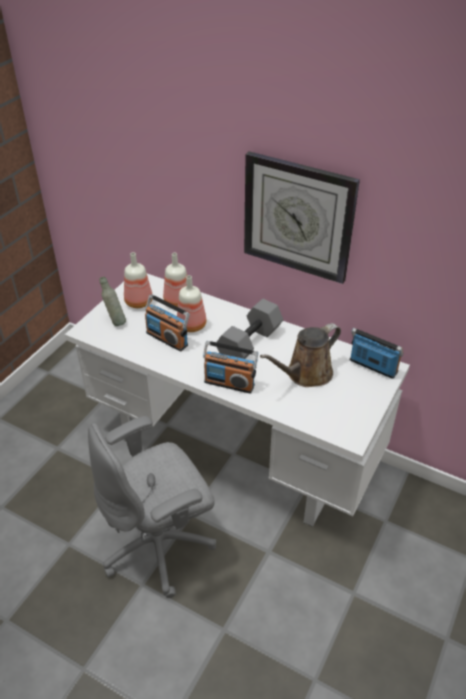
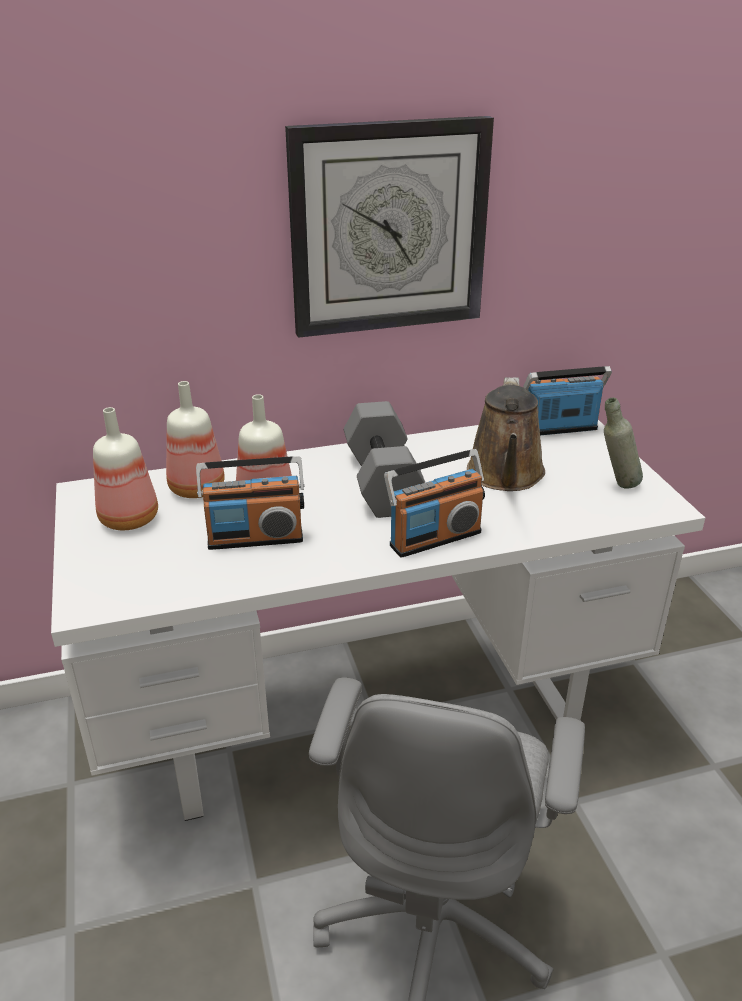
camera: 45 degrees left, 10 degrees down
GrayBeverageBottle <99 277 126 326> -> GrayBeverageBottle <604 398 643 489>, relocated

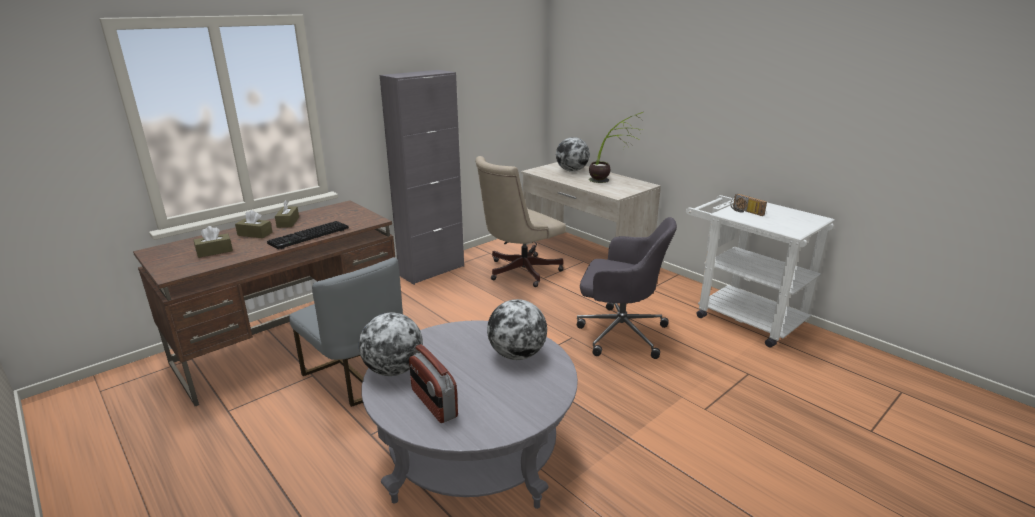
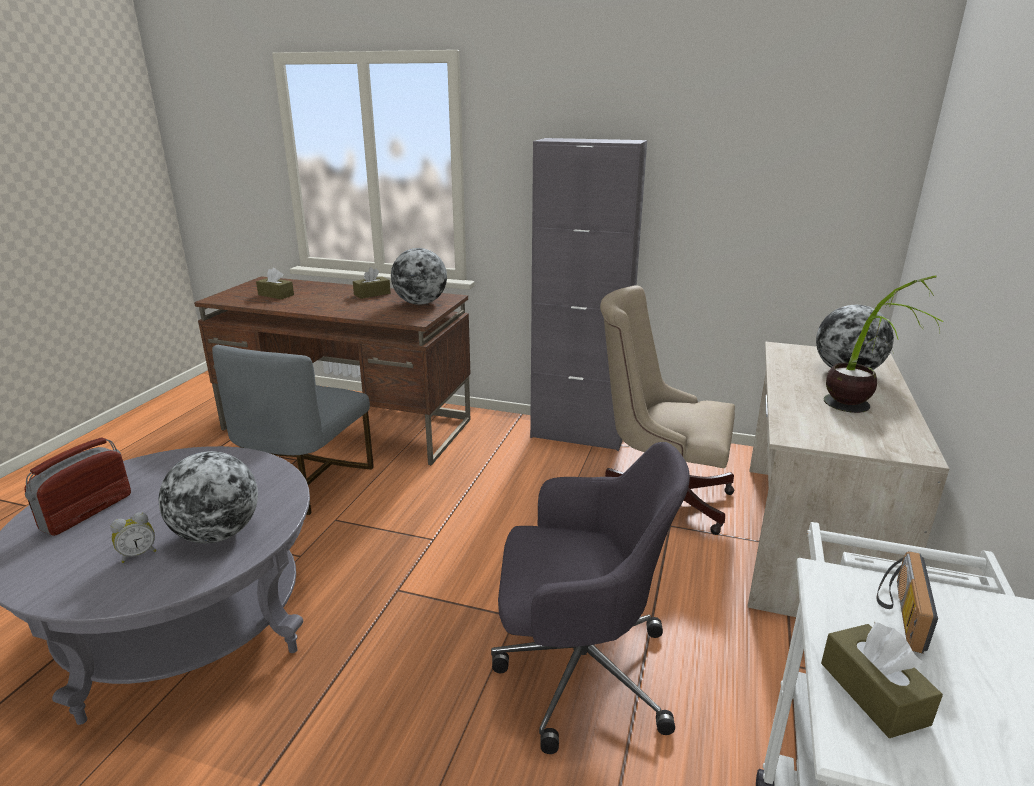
camera: 60 degrees right, 0 degrees up
BrownTissueBox <235 210 272 238> -> BrownTissueBox <821 621 943 738>, relocated
ComputerKeyboard <267 221 349 249> -> none
Globe <359 312 423 376> -> Globe <391 248 447 305>, relocated
GrayComputerChair <577 217 677 359> -> GrayComputerChair <491 442 690 754>, 75 degrees counterclockwise
none -> BedsideClock <110 512 156 563>

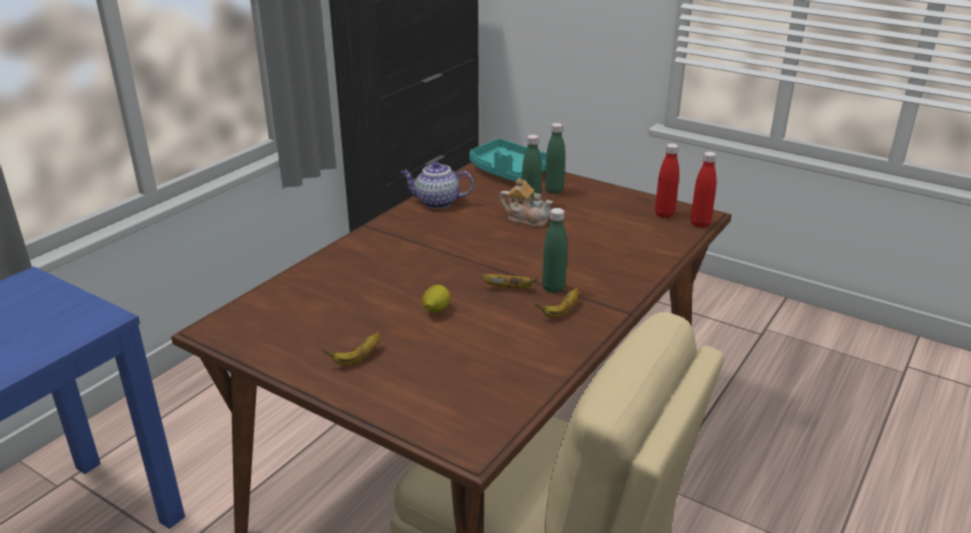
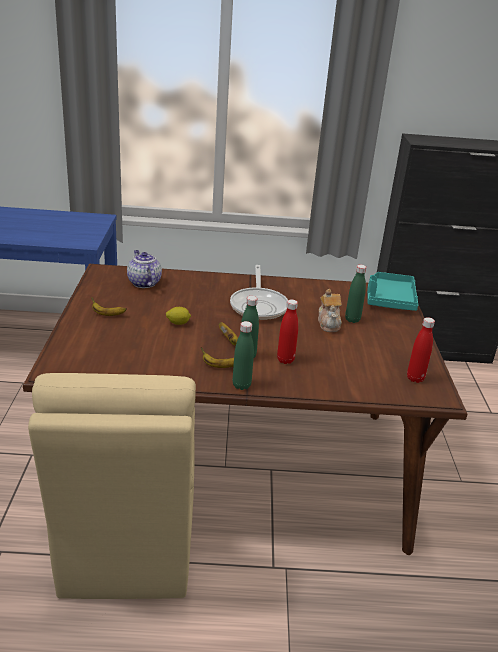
camera: 55 degrees right, 0 degrees up
TeaPot <401 162 474 209> -> TeaPot <127 250 162 288>, relocated
GreenBeverageBottle <545 123 565 194> -> GreenBeverageBottle <233 321 254 390>, relocated
RedColouredBeverageBottle <691 152 717 228> -> RedColouredBeverageBottle <277 299 298 364>, relocated
none -> FryingPan <230 265 288 320>

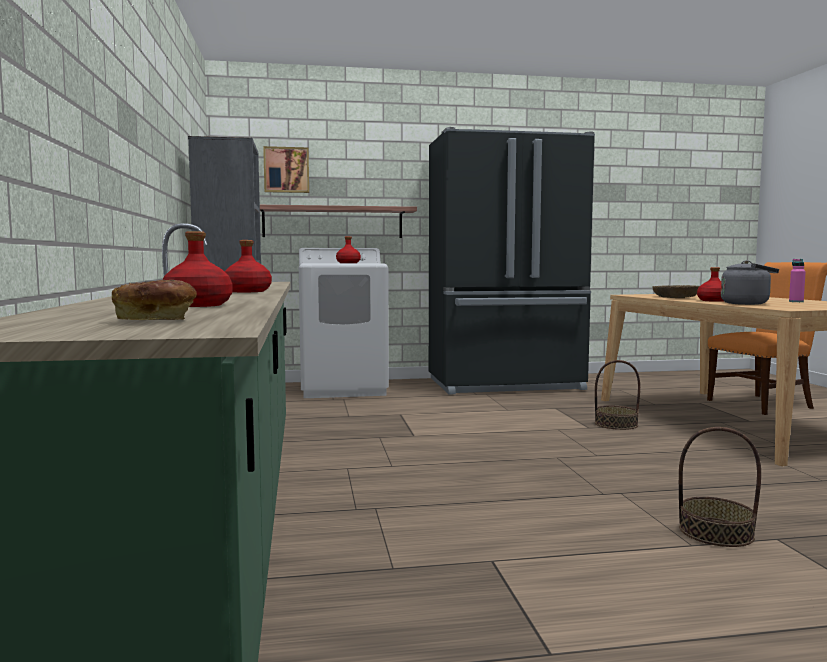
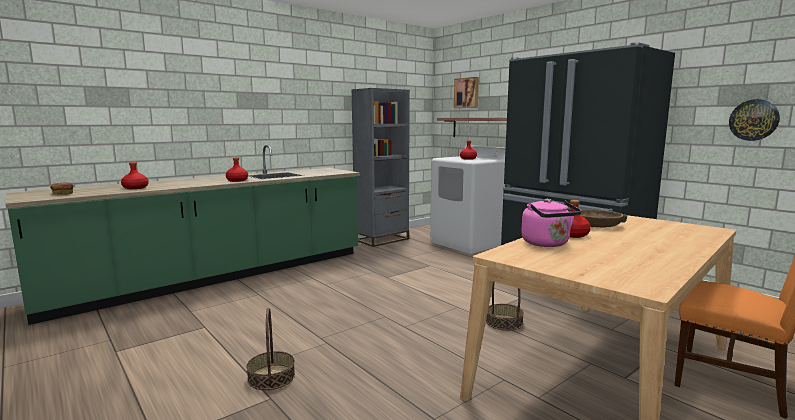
camera: 60 degrees right, 5 degrees up
GrayWaterKettle <721 260 779 305> -> PinkColouredWaterKettle <521 199 582 247>
PinkColouredBeverageBottle <789 259 806 302> -> none
none -> WallClock <729 99 780 141>

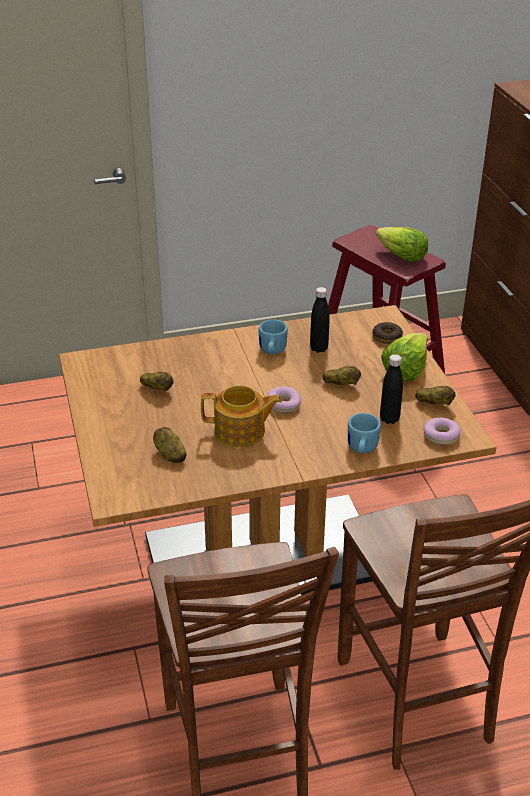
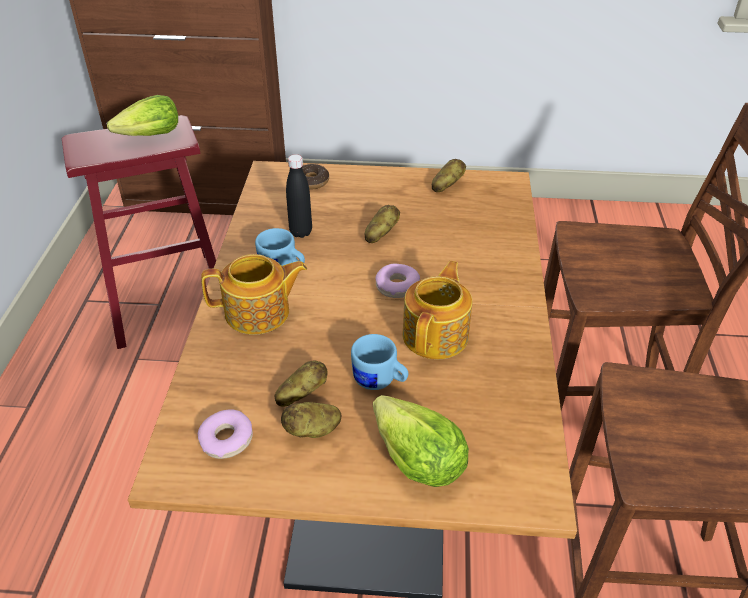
camera: 70 degrees left, 5 degrees up
WholePotato <153 427 186 463> -> WholePotato <281 402 342 438>, relocated
BlueTeaMug <348 413 381 453> -> BlueTeaMug <351 334 408 390>, relocated
BlackBeverageBottle <380 354 403 424> -> none
HeadOfLettuce <381 333 428 381> -> HeadOfLettuce <373 395 469 487>, relocated
RingDoughnut <424 417 461 445> -> RingDoughnut <198 409 253 459>, relocated
none -> TeaPot <201 254 307 335>

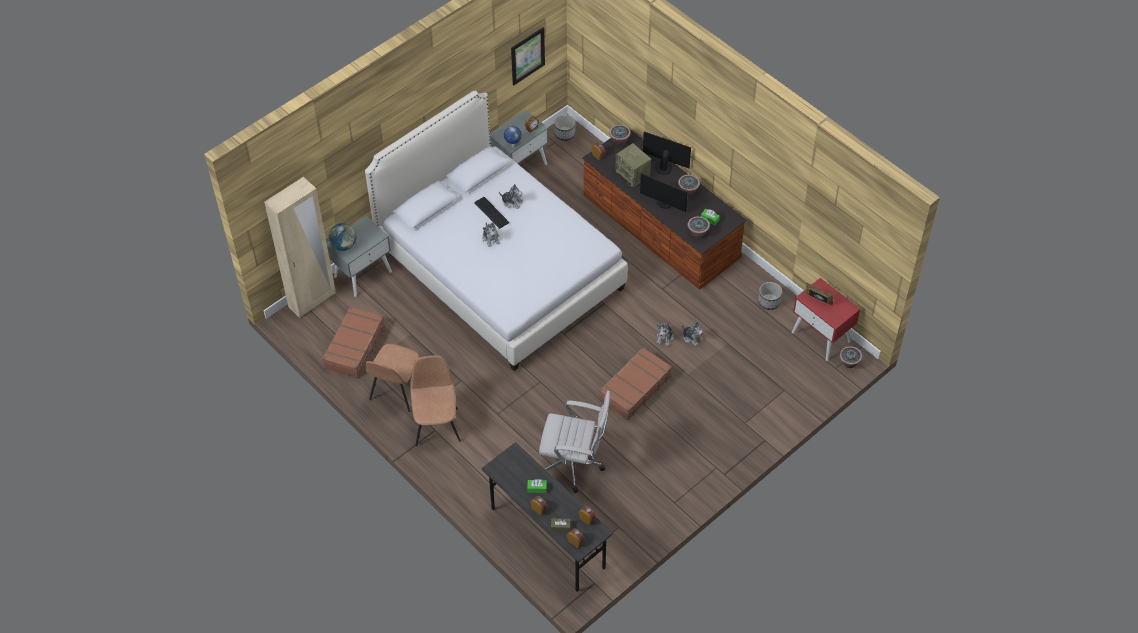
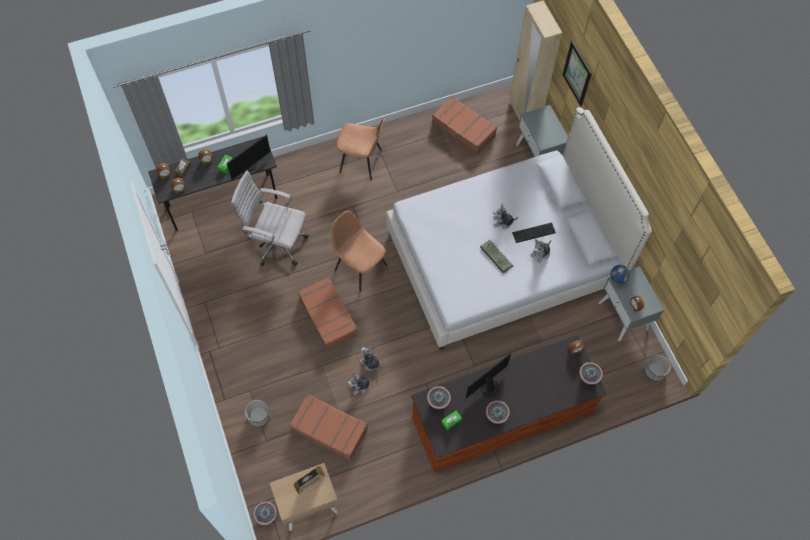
camera: 110 degrees right, 10 degrees up
Globe <329 223 357 251> -> none
BrownPlainChair <365 344 419 412> -> BrownPlainChair <331 210 387 292>, relocated
Picture <511 27 545 85> -> Picture <563 41 592 106>, relocated
WhitishComputerChair <539 391 610 493> -> WhitishComputerChair <231 170 309 266>, 75 degrees clockwise
Radio <615 143 651 187> -> none
ComputerScreen <643 132 691 175> -> ComputerScreen <227 134 271 180>, relocated
FlowerPot <758 282 782 310> -> FlowerPot <245 400 270 427>, relocated
RedColouredNightTable <791 278 860 361> -> BeigeColouredNightTable <270 463 338 531>
none -> BrownSuitcase <289 394 368 461>
none -> ComputerKeyboard <480 240 513 273>

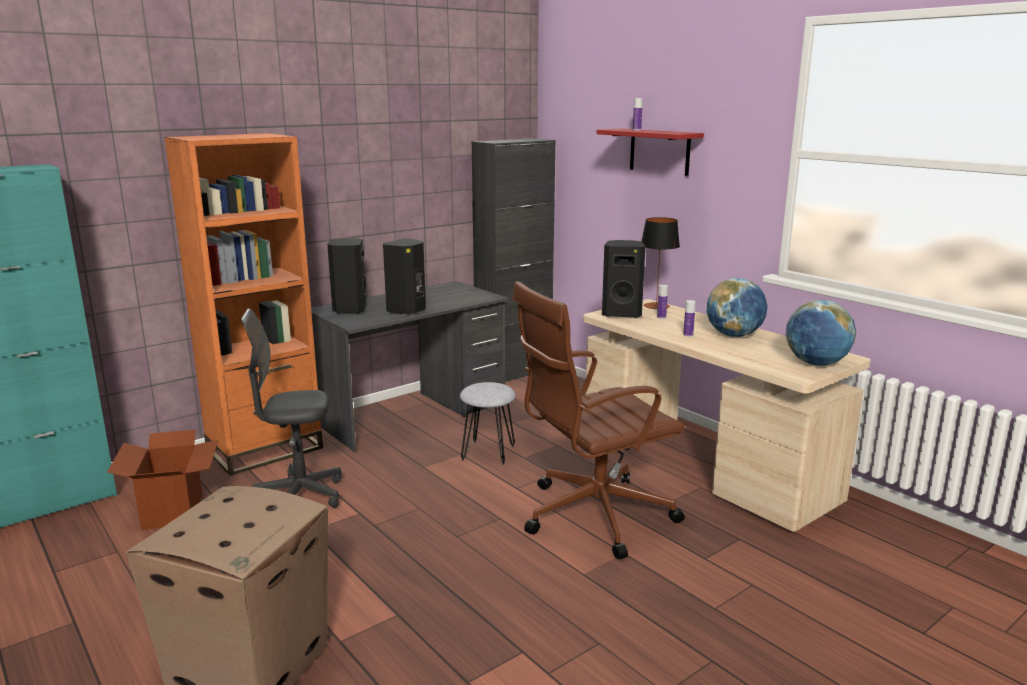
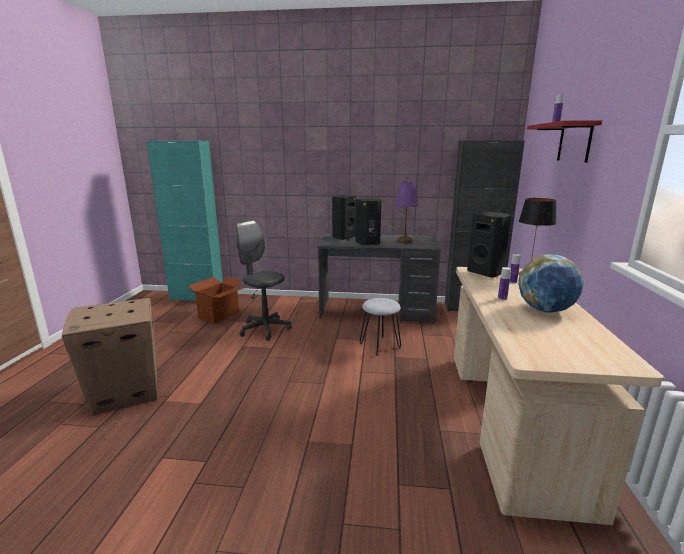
camera: 45 degrees right, 0 degrees up
OrangeyBookcase <164 133 323 476> -> none
BrownComputerChair <513 281 685 559> -> none
Globe <786 300 856 366> -> none
none -> PurpleColouredTabletopLamp <395 181 419 243>

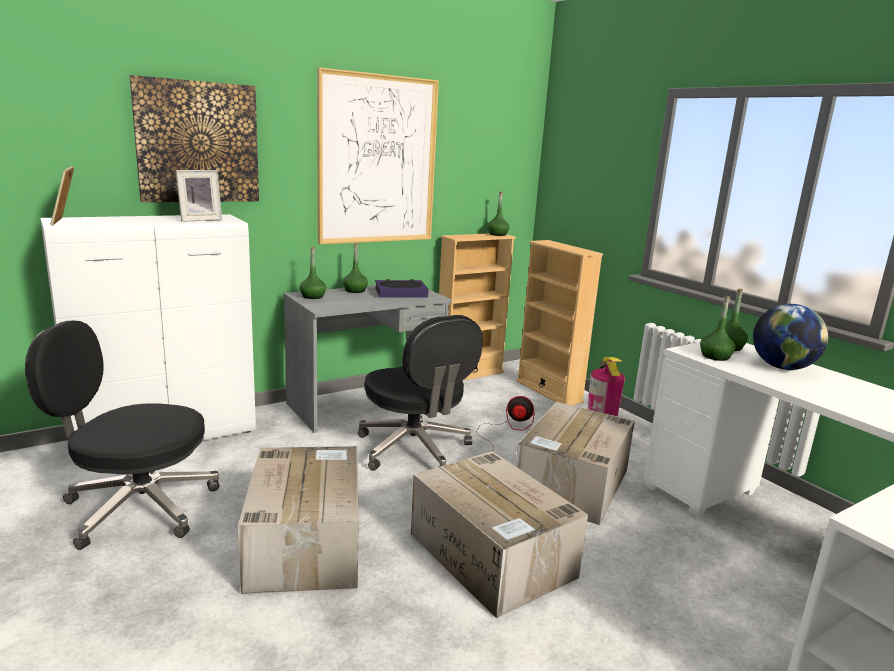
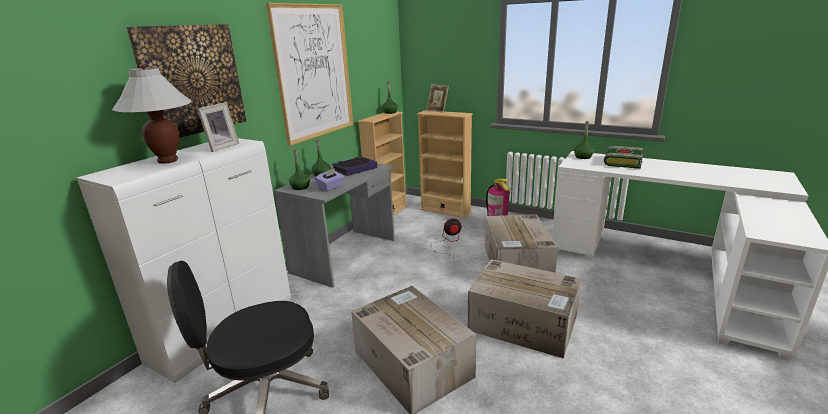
camera: 25 degrees left, 5 degrees up
PhotoFrame <50 166 74 226> -> PhotoFrame <426 84 449 113>, relocated
BlackComputerChair <358 315 483 471> -> none
GreenBeverageBottle <700 296 736 361> -> none
Globe <753 304 828 370> -> Book <604 146 643 169>
none -> WhitishTabletopLamp <112 65 192 164>
none -> PurpleColouredTissueBox <315 168 344 192>

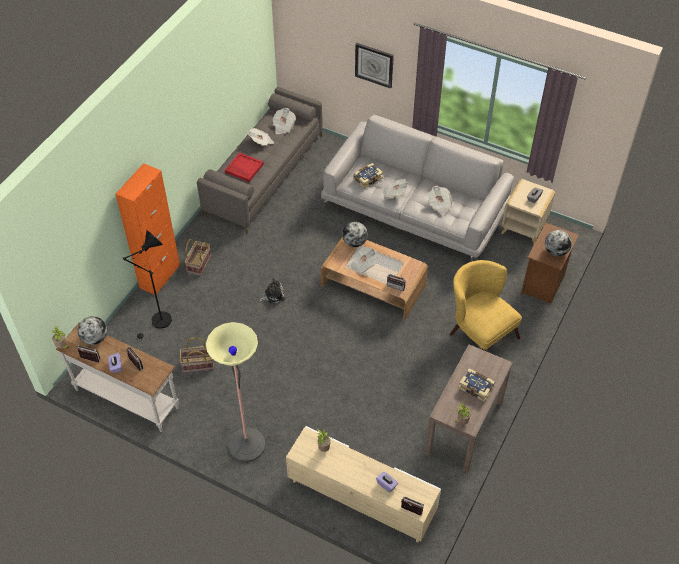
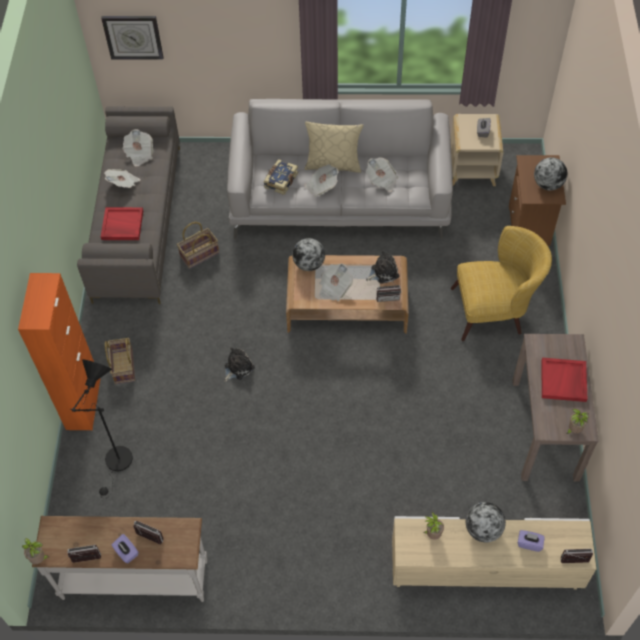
camera: 25 degrees left, 5 degrees up
Globe <78 316 107 345> -> Globe <466 502 506 542>, relocated
HouseholdBasket <180 337 214 373> -> HouseholdBasket <177 222 219 269>, relocated
FloorLamp <206 322 266 462> -> none
WallClock <355 43 394 89> -> WallClock <101 16 164 60>, relocated
YellowishLoungeChair <450 260 522 351> -> YellowishLoungeChair <451 226 552 341>, 150 degrees clockwise
Book <458 369 495 402> -> RedColouredServingTray <541 358 587 402>
none -> BeigeColouredCushion <304 121 363 173>
none -> CuddlyToy <366 250 399 284>

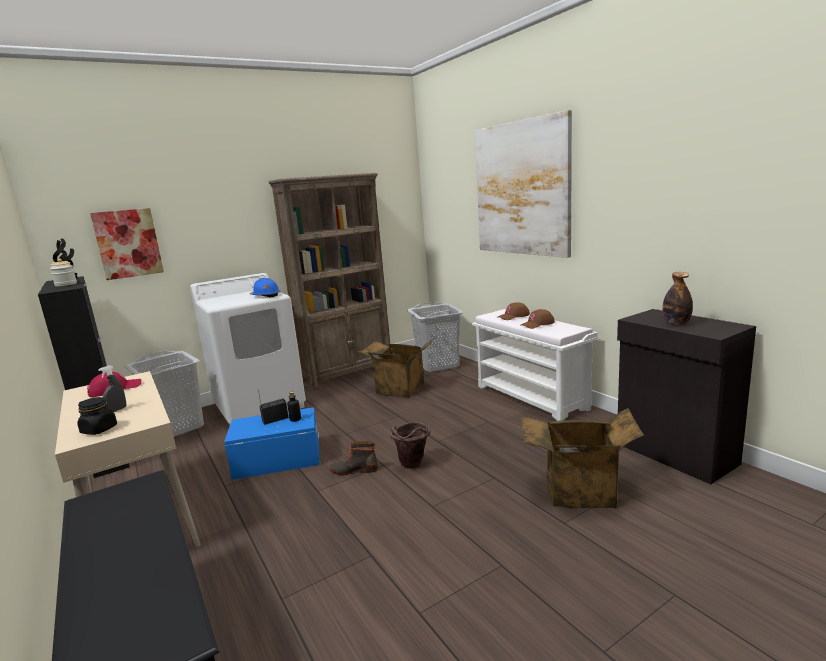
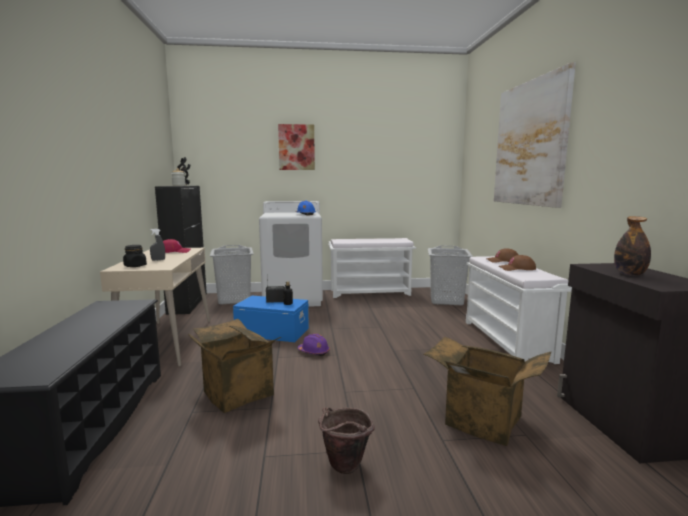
camera: 25 degrees right, 5 degrees down
Picture <90 208 164 280> -> Picture <278 124 315 170>, relocated
BrownBookcase <268 173 390 391> -> WhitishIndoorBench <329 238 416 298>
TallBoot <329 441 378 475> -> PurpleColouredHardHat <298 334 330 356>
PackingBox <358 340 433 397> -> PackingBox <188 319 281 413>, relocated
BrownPail <390 422 431 469> -> BrownPail <318 407 375 474>, relocated

